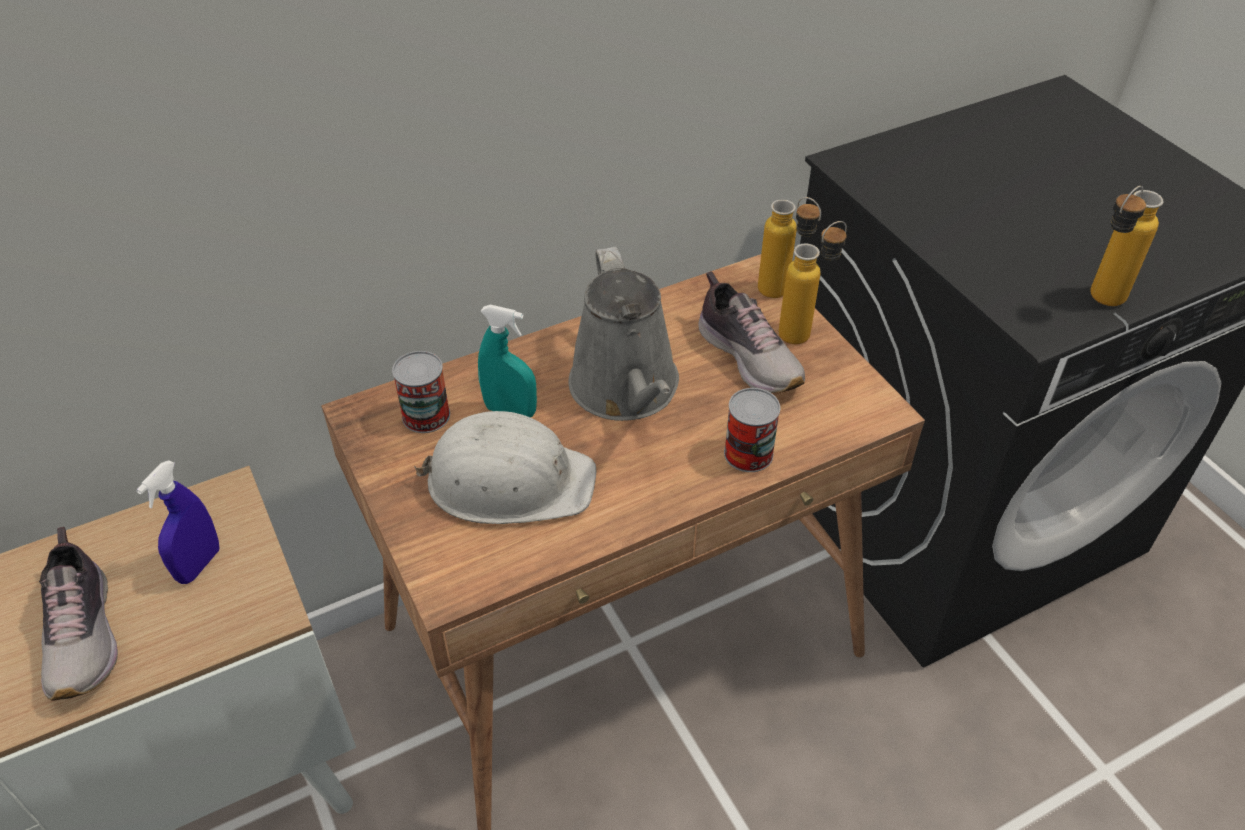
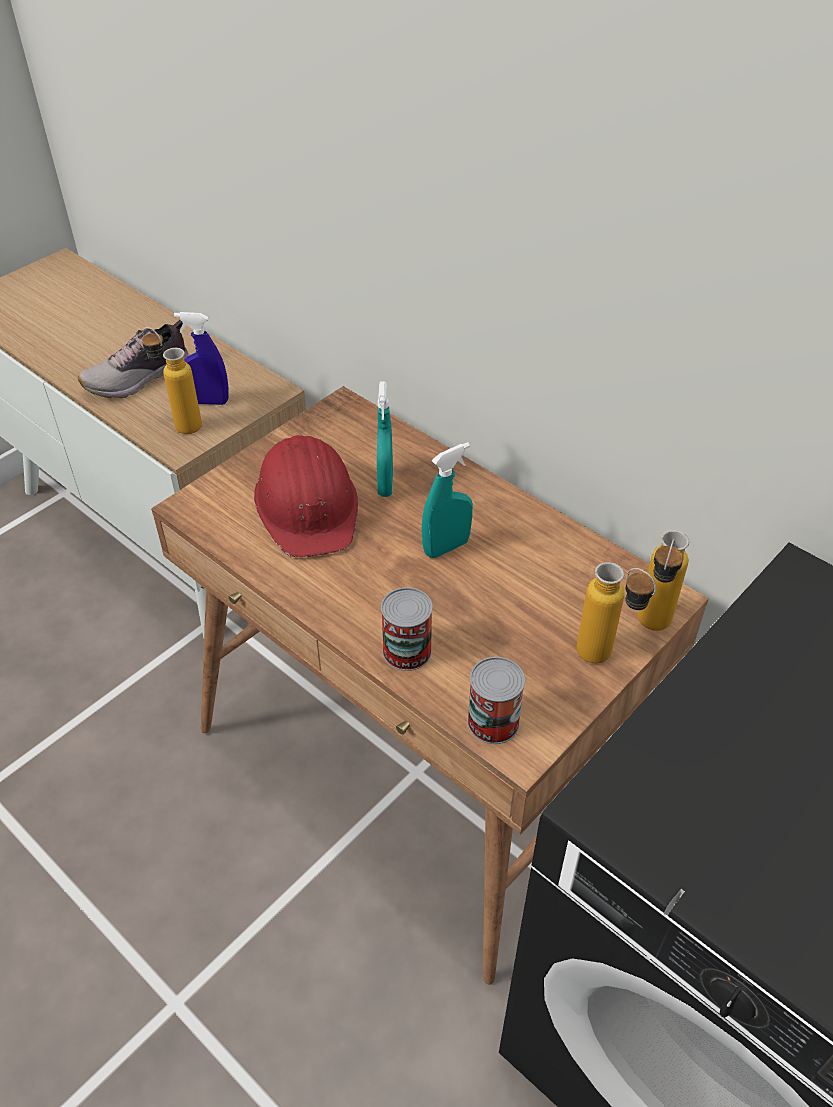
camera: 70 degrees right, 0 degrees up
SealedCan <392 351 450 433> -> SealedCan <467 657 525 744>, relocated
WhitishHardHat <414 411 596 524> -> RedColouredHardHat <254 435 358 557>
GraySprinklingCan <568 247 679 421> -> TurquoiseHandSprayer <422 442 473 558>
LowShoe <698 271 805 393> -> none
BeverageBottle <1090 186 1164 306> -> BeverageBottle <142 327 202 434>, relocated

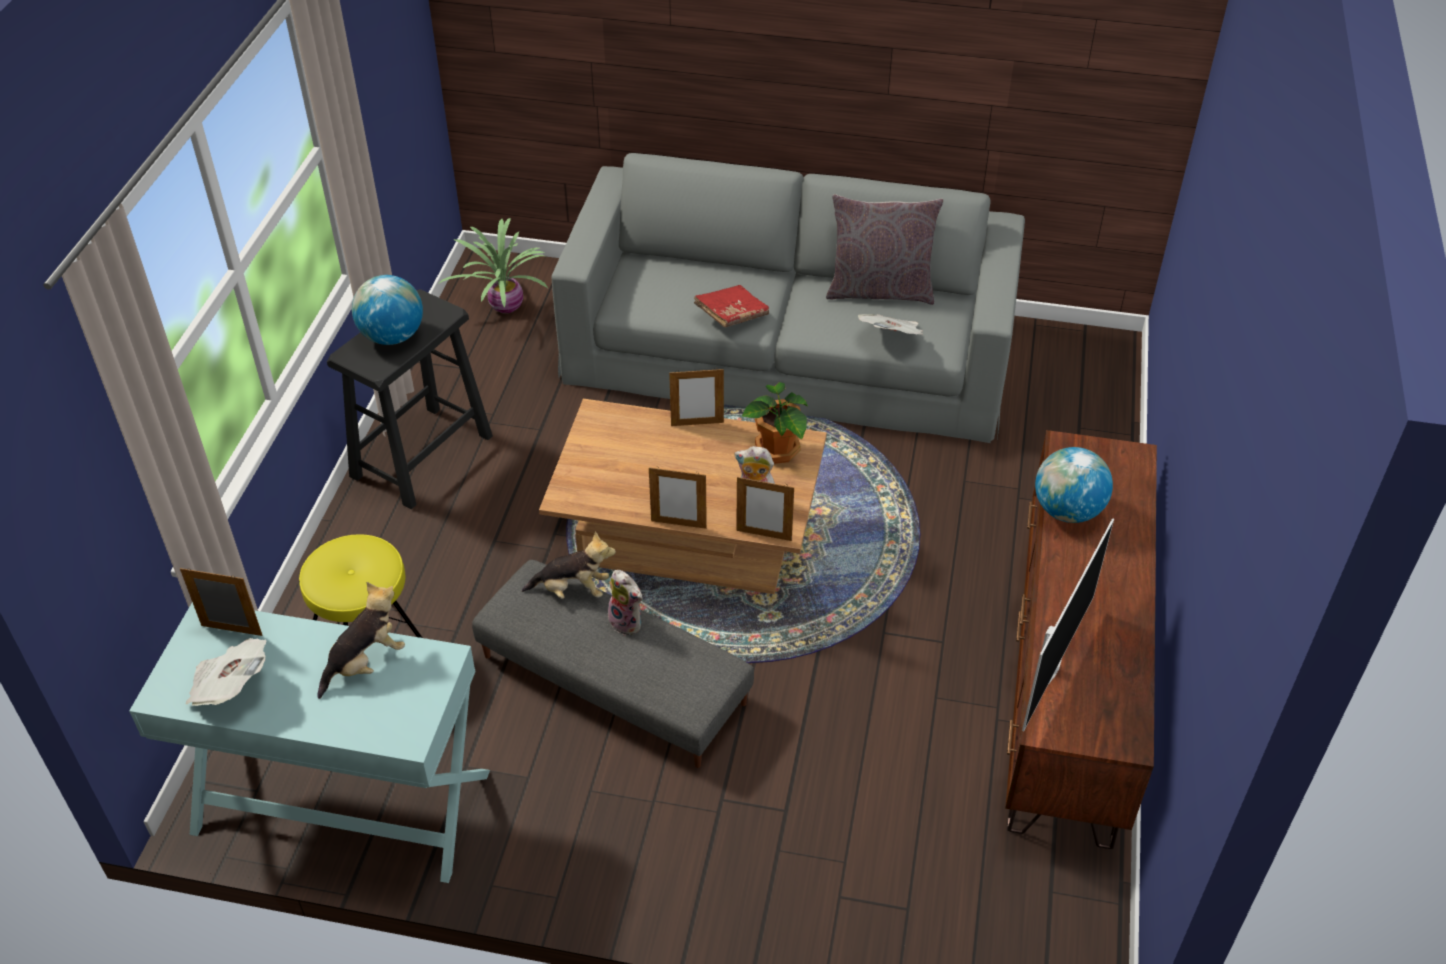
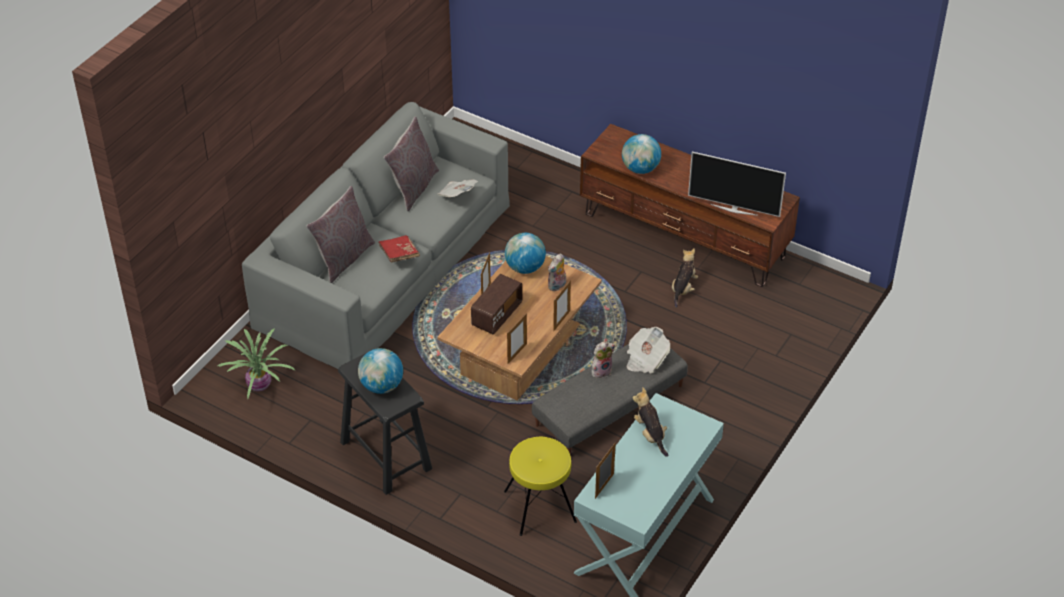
camera: 70 degrees left, 0 degrees up
PrintedPaper <186 638 267 706> -> PrintedPaper <627 327 670 374>, relocated
CuddlyToy <522 531 616 599> -> CuddlyToy <672 248 698 308>, relocated
PhotoFrame <736 476 794 541> -> PhotoFrame <507 313 527 364>, relocated
PlantInAPot <742 382 808 464> -> Globe <505 233 546 274>
Tv <1022 518 1114 732> -> Tv <688 151 786 217>, 150 degrees clockwise
none -> GrayCushion <306 186 375 283>
none -> Radio <471 274 523 334>

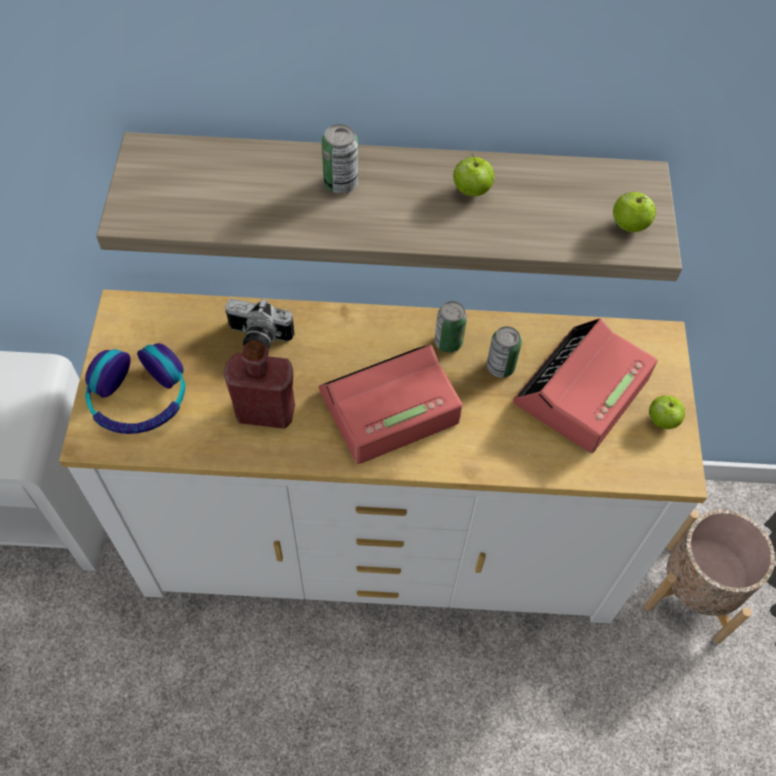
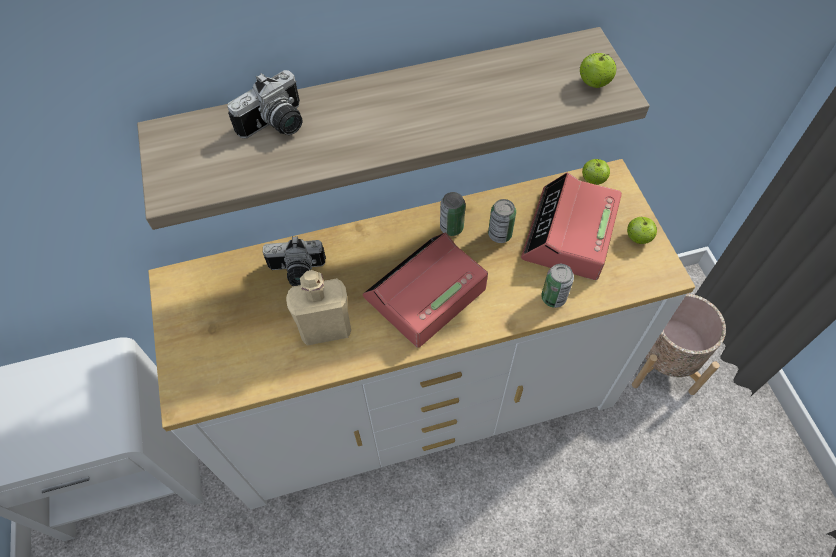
camera: 15 degrees left, 0 degrees up
Headphones <85 343 185 434> -> none
RedColouredBeverageBottle <224 340 295 429> -> BeigeColouredBeverageBottle <286 270 351 346>
SealedCan <322 124 358 194> -> SealedCan <541 264 574 308>, relocated
Apple <453 154 494 197> -> Apple <582 158 610 185>, relocated
none -> PhotoCamera <227 70 302 139>

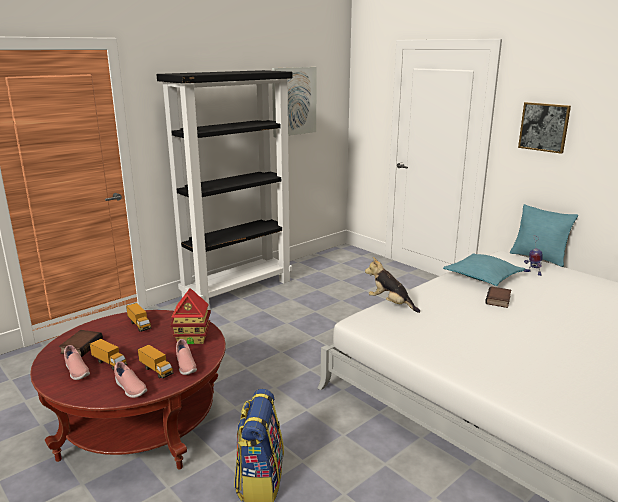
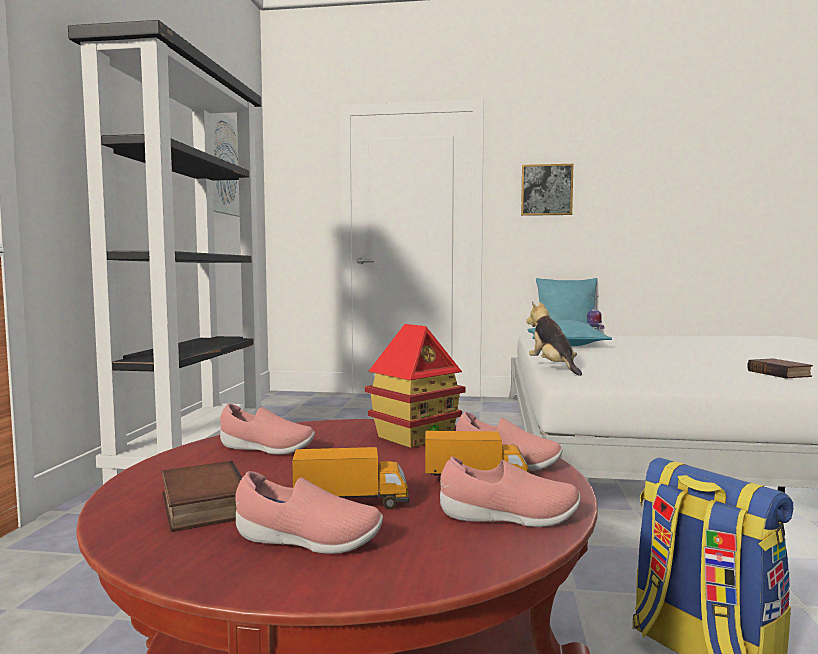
camera: 40 degrees left, 15 degrees down
ModelTruck <126 303 151 332> -> PinkColouredLowShoe <220 403 315 455>
CuddlyToy <365 257 420 313> -> CuddlyToy <526 301 582 376>, 75 degrees clockwise
Book <485 286 511 308> -> Book <747 358 813 379>, relocated

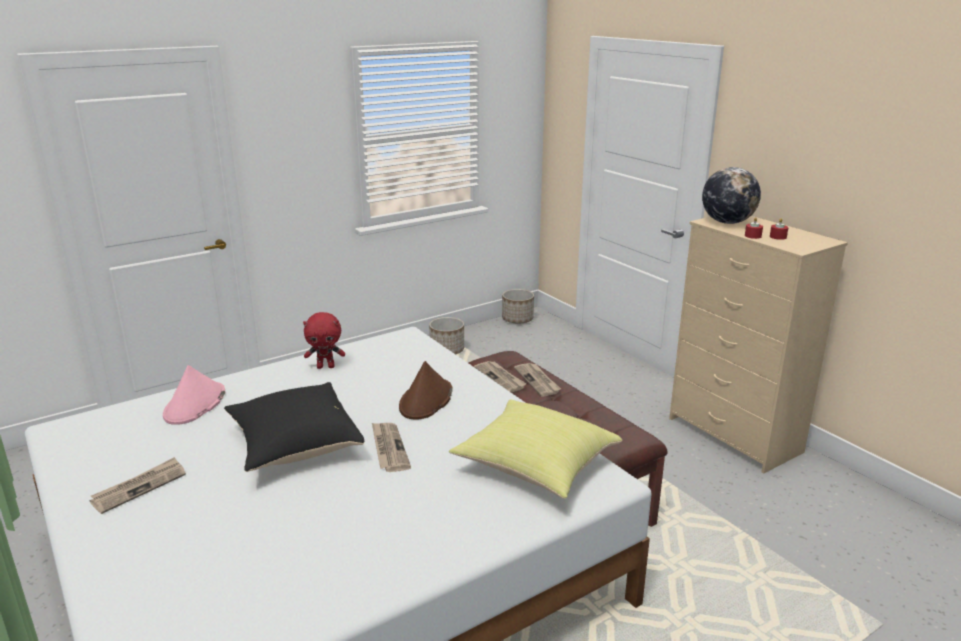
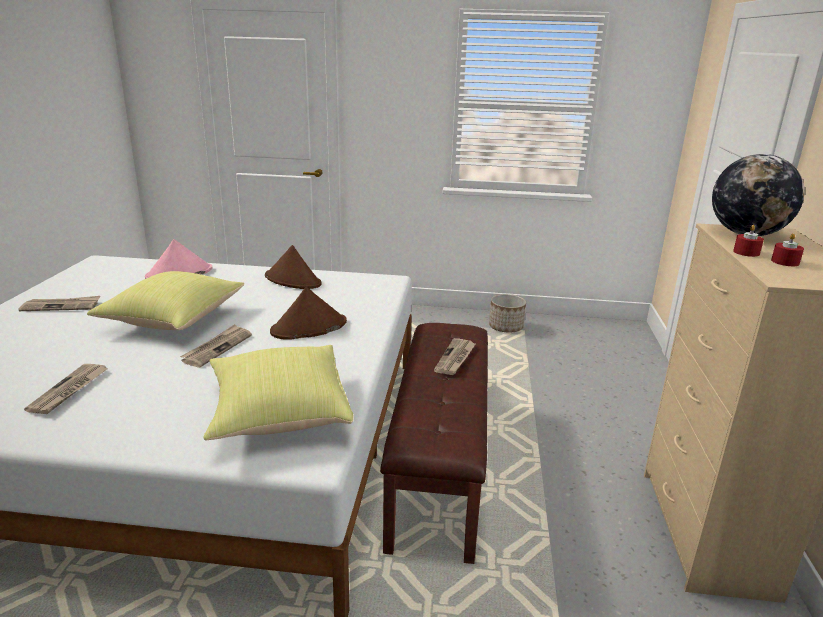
camera: 40 degrees right, 0 degrees up
BlackCushion <224 382 365 472> -> YellowishCushion <87 271 245 330>
RedColouredCuddlyToy <303 312 345 369> -> BrownWearableHat <265 245 322 289>
PrintedPaper <474 361 526 393> -> PrintedPaper <24 364 108 414>, relocated
FlowerPot <502 289 534 324> -> none

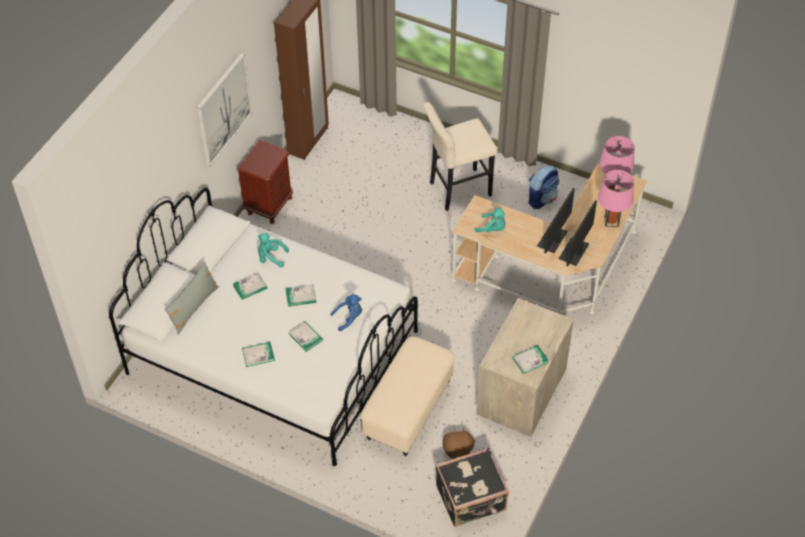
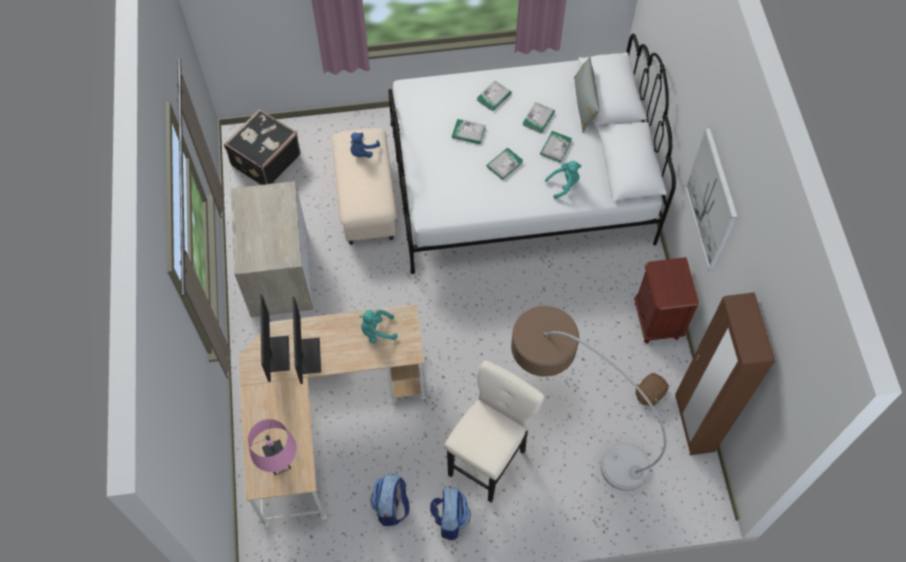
camera: 145 degrees right, 10 degrees up
BlueCuddlyToy <331 294 362 331> -> BlueCuddlyToy <350 133 380 158>, relocated
BrownCuddlyToy <442 428 476 459> -> BrownCuddlyToy <636 373 669 406>, relocated
Book <512 345 549 374> -> Book <523 102 555 133>, relocated
PinkColouredTabletopLamp <598 170 634 227> -> none
none -> Knapsack <430 486 471 540>
none -> FloorLamp <511 306 667 491>

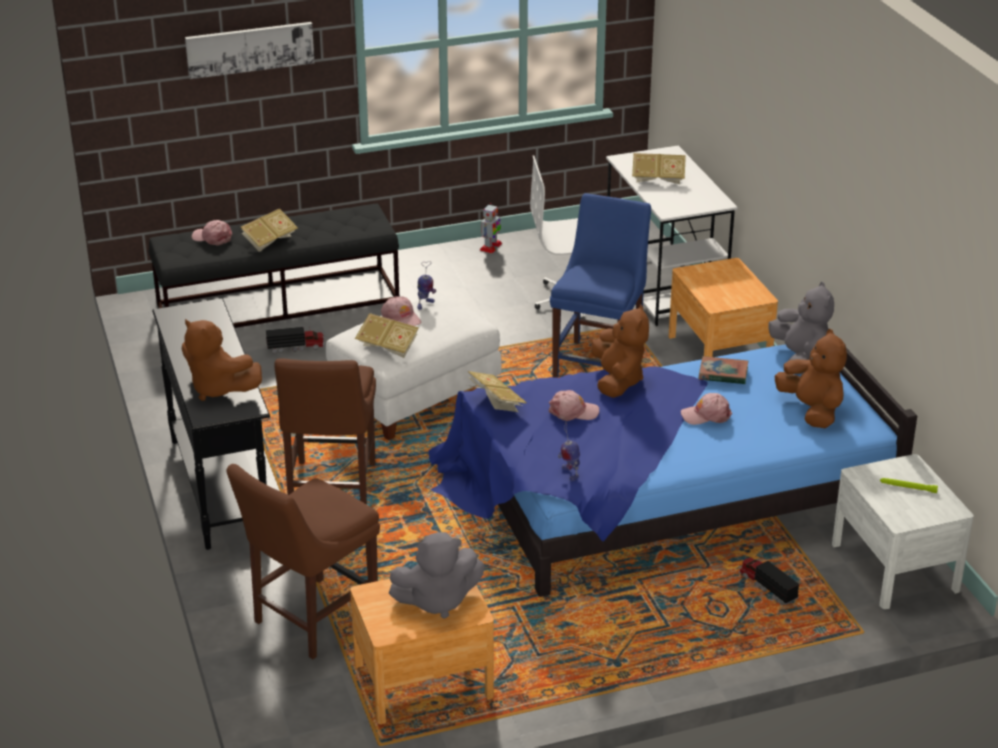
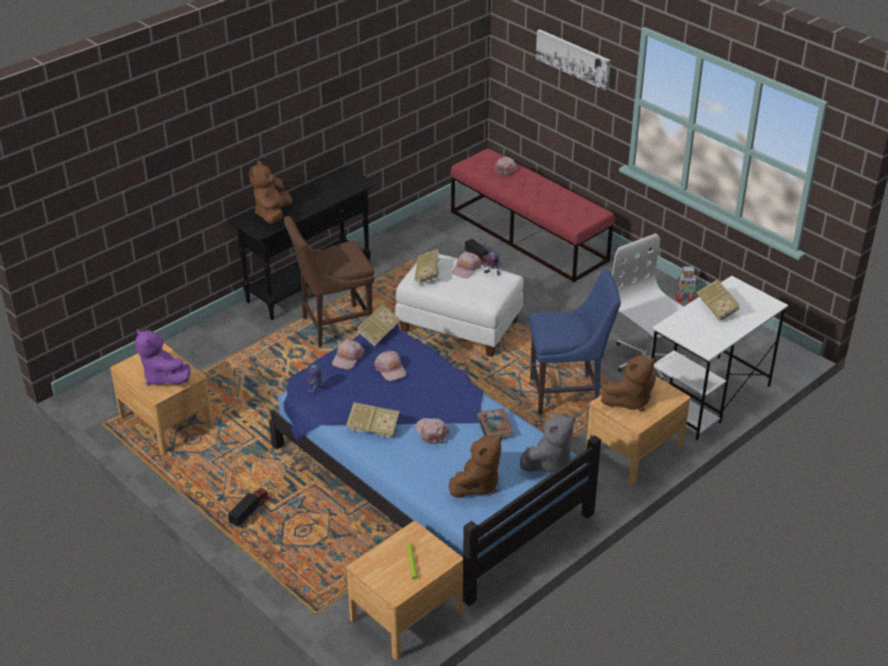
camera: 65 degrees right, 5 degrees up
BlackIndoorBench <149 204 399 328> -> RedColouredIndoorBench <450 148 614 282>
BrownPlainChair <226 464 380 659> -> none
Book <241 208 298 252> -> Book <346 402 400 438>, relocated
GrayCuddlyToy <389 532 485 619> -> PurpleColouredCuddlyToy <135 328 190 386>
BrownCuddlyToy <591 305 649 398> -> BrownCuddlyToy <601 355 657 412>, relocated
ModelTruck <739 557 799 605> -> ModelTruck <228 488 270 528>, relocated
WhitishNightTable <832 454 974 609> -> BrownNightTable <347 521 463 660>
none -> PinkColouredPeakedCap <332 340 364 370>

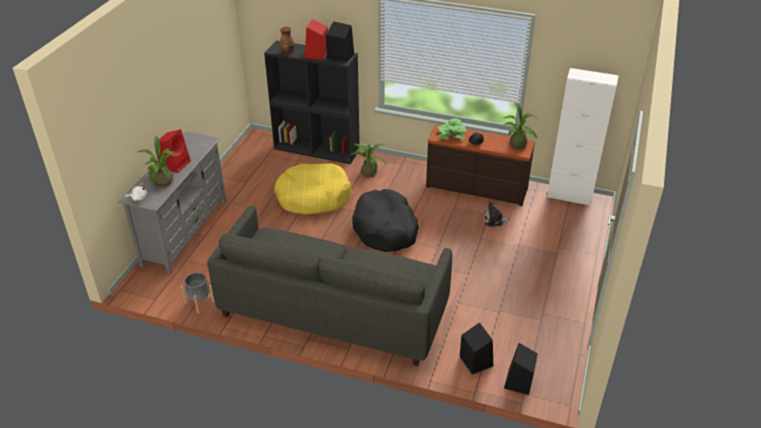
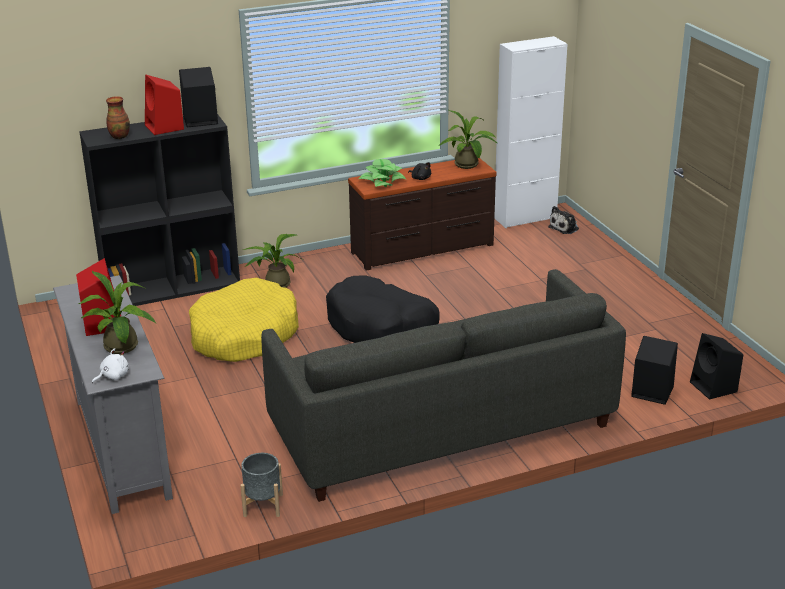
camera: 40 degrees left, 10 degrees down
CuddlyToy <484 202 510 227> -> CuddlyToy <548 206 579 234>, relocated

